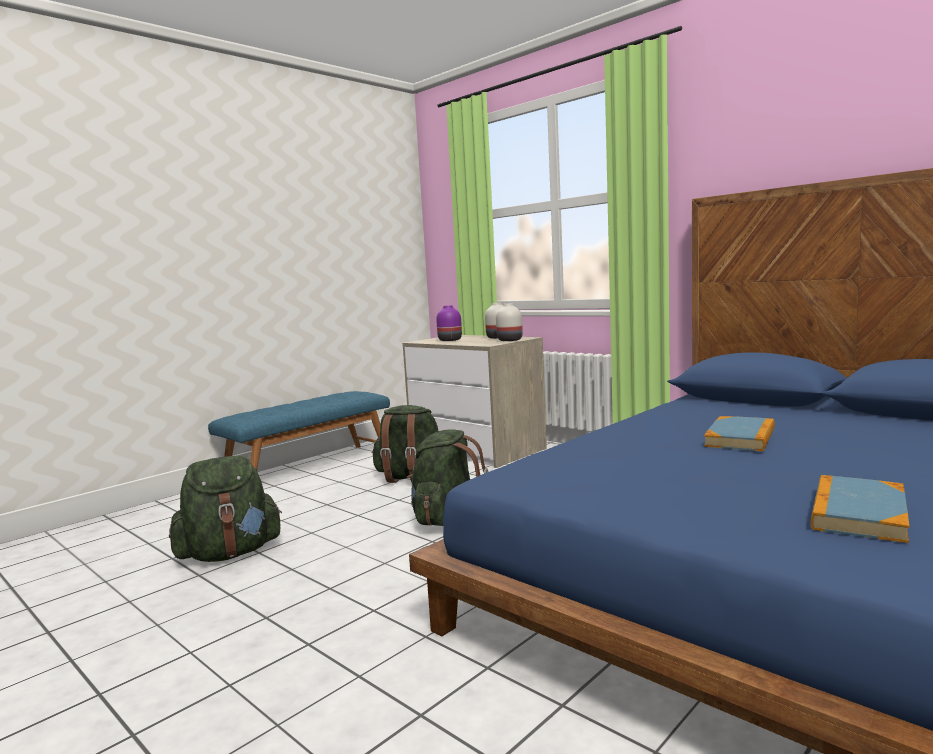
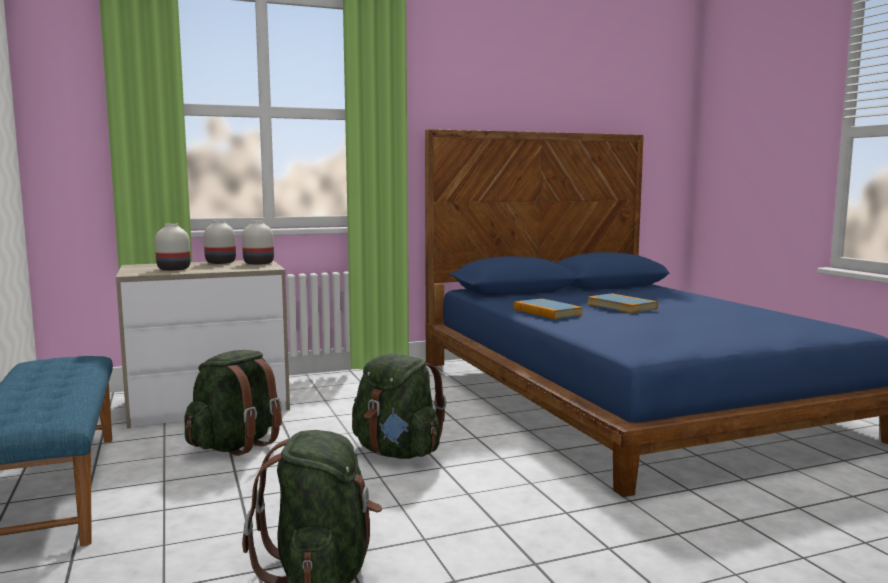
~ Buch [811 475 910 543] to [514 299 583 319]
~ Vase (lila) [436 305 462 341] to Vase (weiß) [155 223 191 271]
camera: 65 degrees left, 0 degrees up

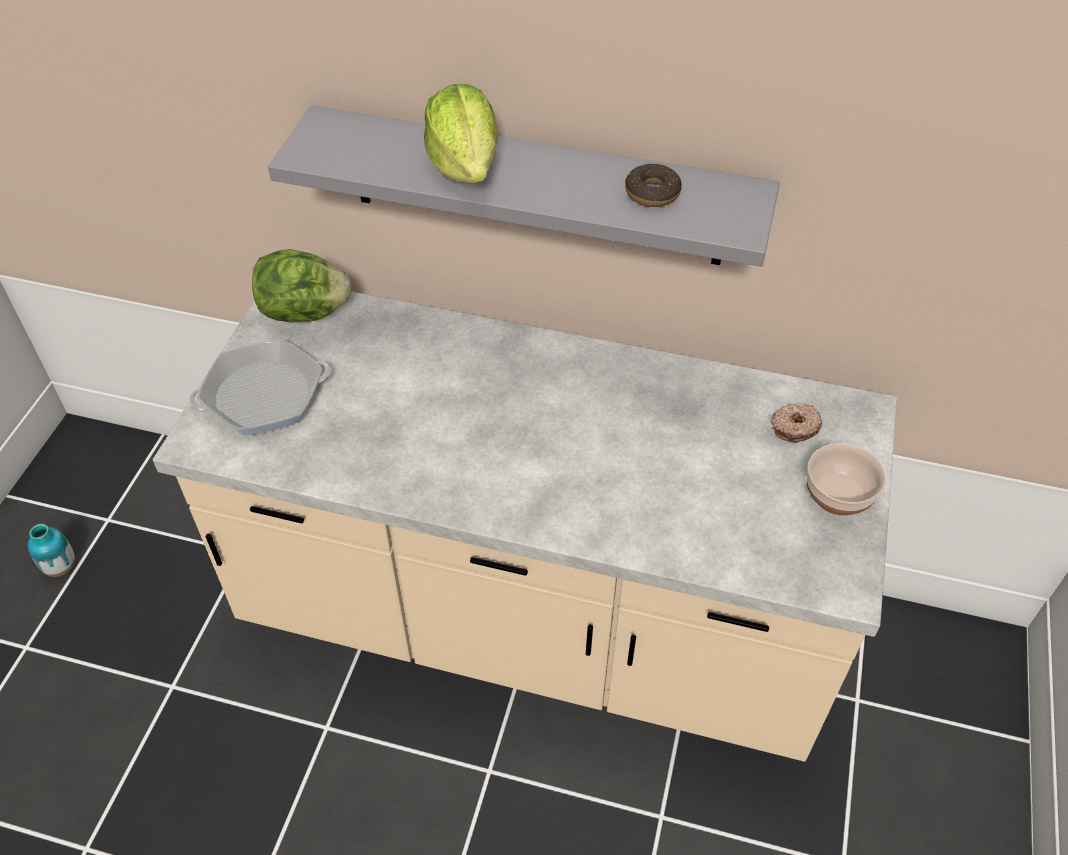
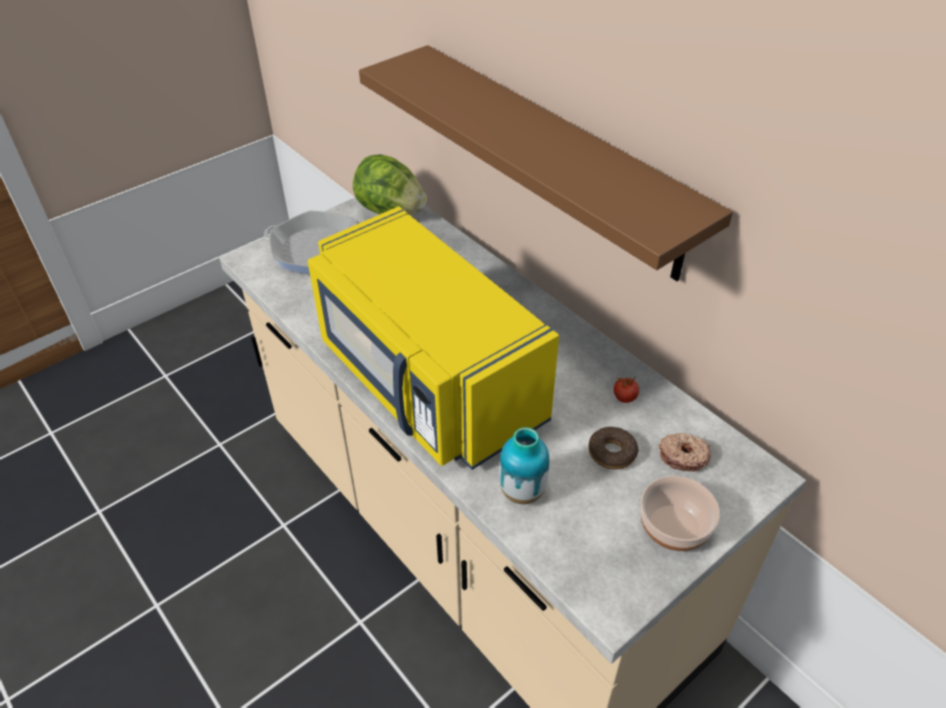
- Salatkopf [424 84 498 184]
+ Mikrowelle (gelb) [308 206 559 470]
+ Tomate [614 377 639 403]
~ Vase [28 524 75 577] to [499 427 549 504]
~ Donut [625 164 682 207] to [588 427 638 469]
~ Wandregal (grau) [268 105 780 267] to Wandregal (braun) [359 45 733 281]
camera: 35 degrees right, 5 degrees down

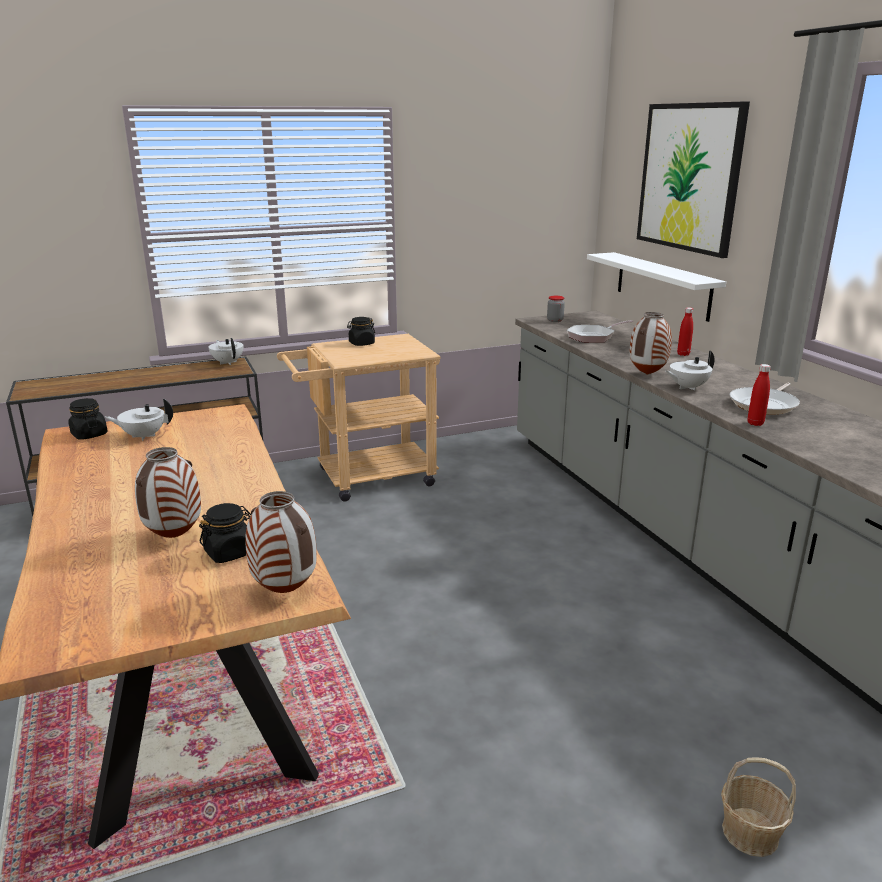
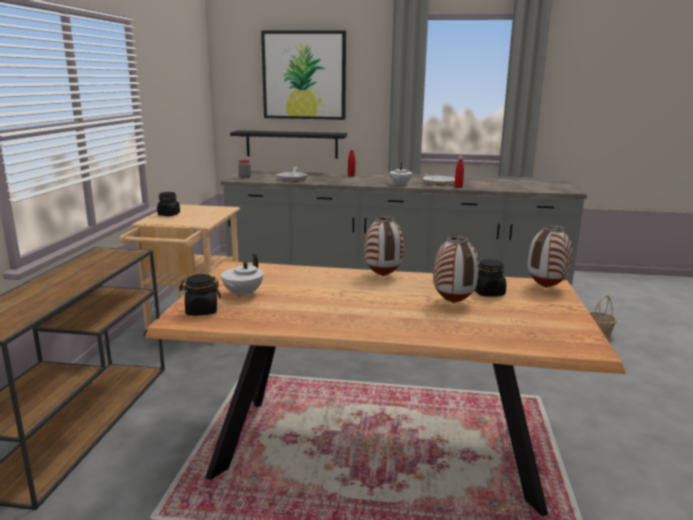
- Teekanne (weiß) [208 338 243 365]
~ Vase [630 312 672 375] to [364 216 404 276]
~ Wandregal (weiß) [587 252 726 322] to Wandregal (schwarz) [230 130 347 159]
camera: 60 degrees left, 5 degrees down

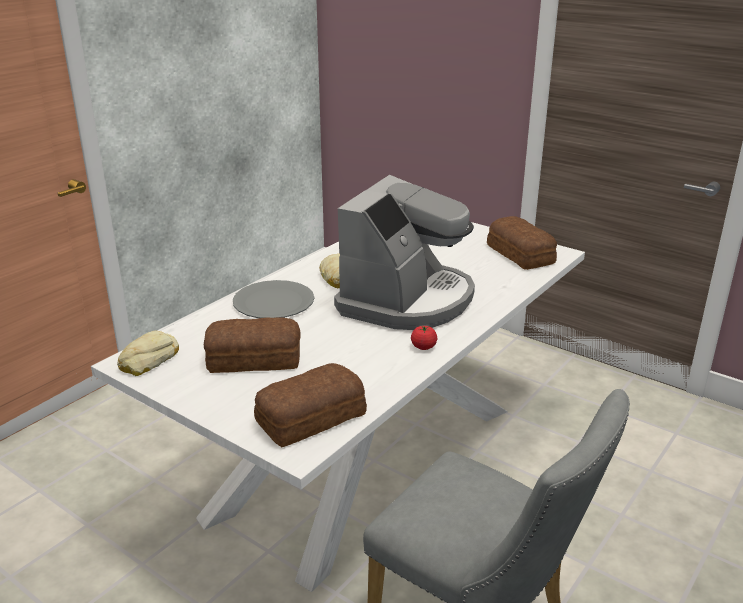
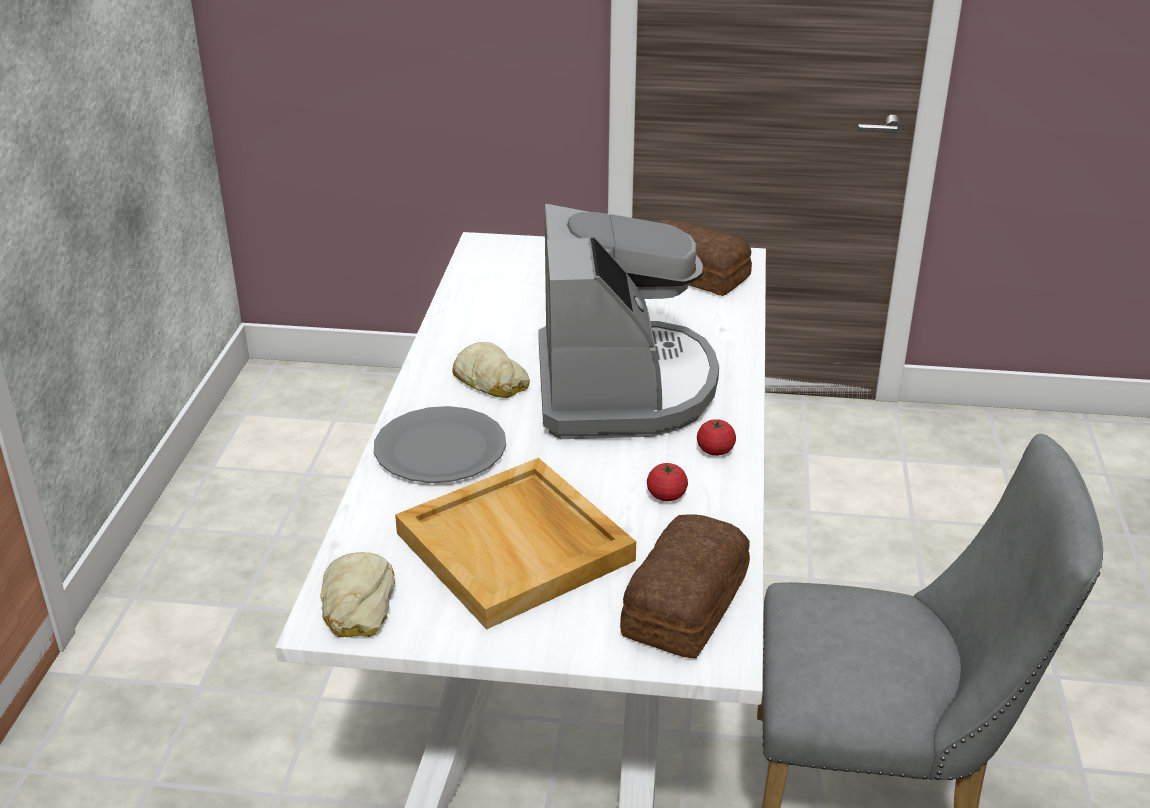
+ Tomate [647 463 688 501]
~ Brot [204 318 301 373] to Tablett (beige) [395 458 636 630]
camera: 30 degrees left, 5 degrees up

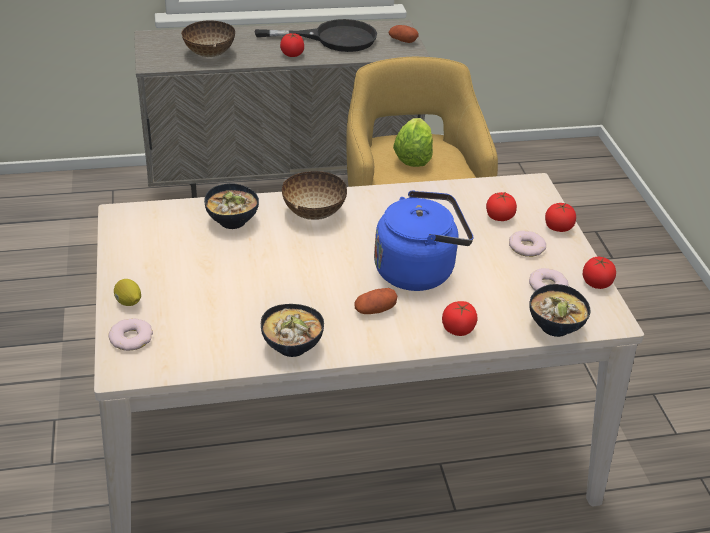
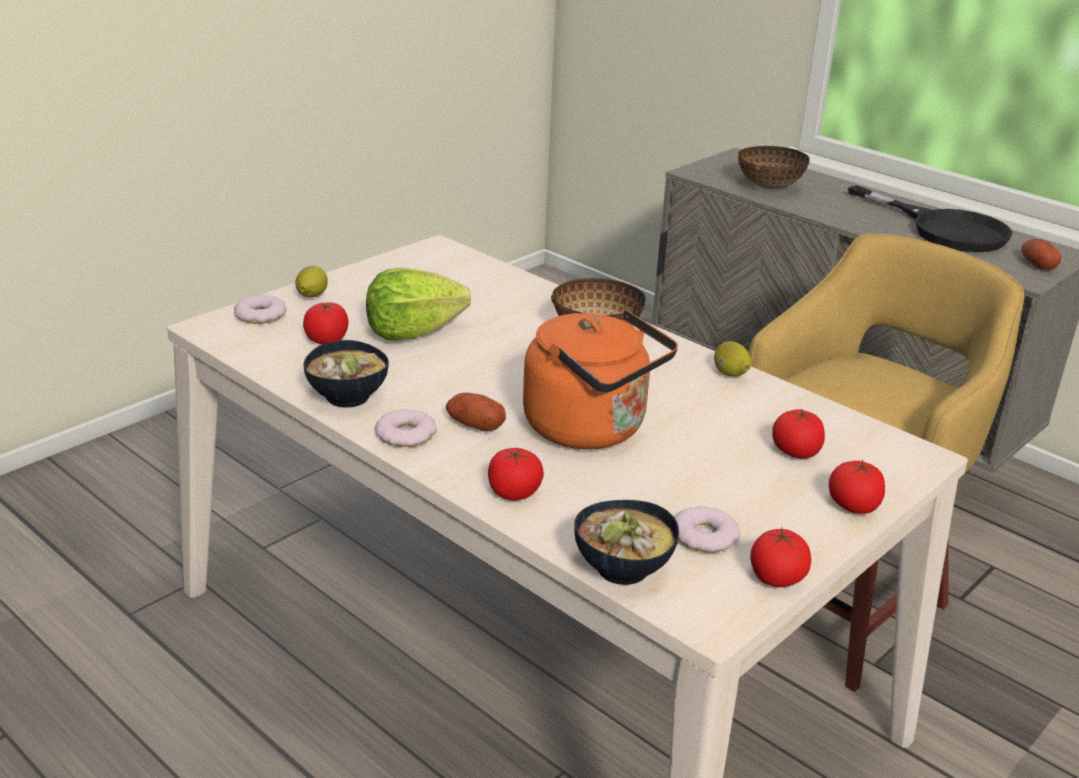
- Schüssel [204 183 259 229]
+ Zitrone [714 341 751 376]
~ Tomate [280 33 304 57] to [303 302 349 344]
~ Salatkopf [393 118 433 167] to [366 268 471 341]
~ Donut [509 231 546 257] to [375 409 437 447]
~ Wasserkessel (blau) [374 190 473 291] to Wasserkessel (orange) [523 310 678 449]
camera: 55 degrees right, 10 degrees down

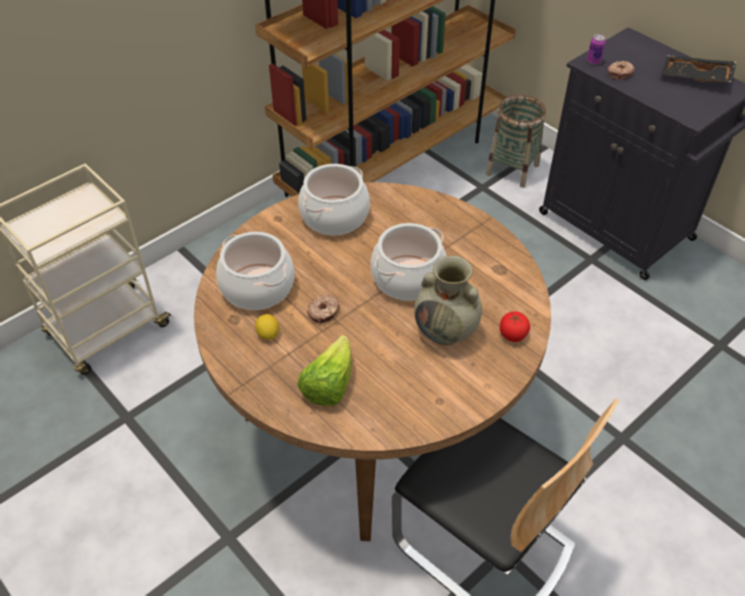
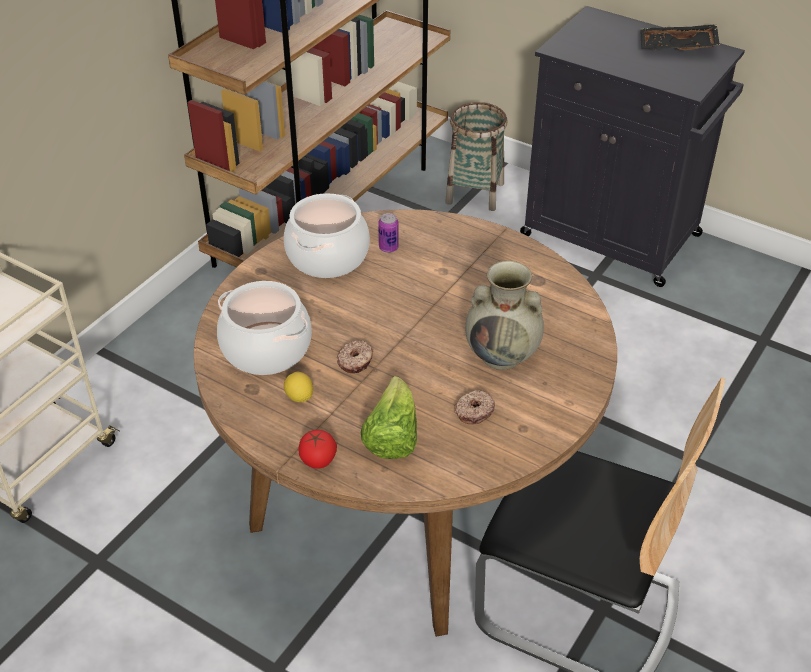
- Kochtopf [371 223 446 301]
~ Tomate [500 311 530 342] to [298 430 337 469]
~ Dose [587 34 606 65] to [378 213 399 253]
~ Donut [608 61 635 79] to [454 390 495 424]
camera: 15 degrees left, 5 degrees down

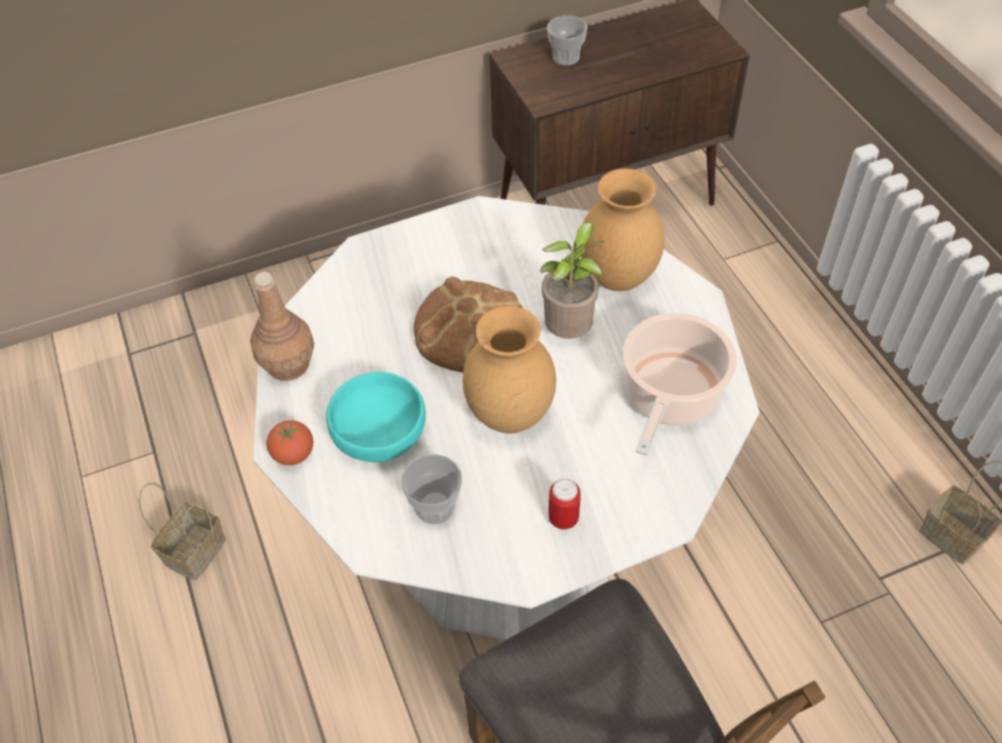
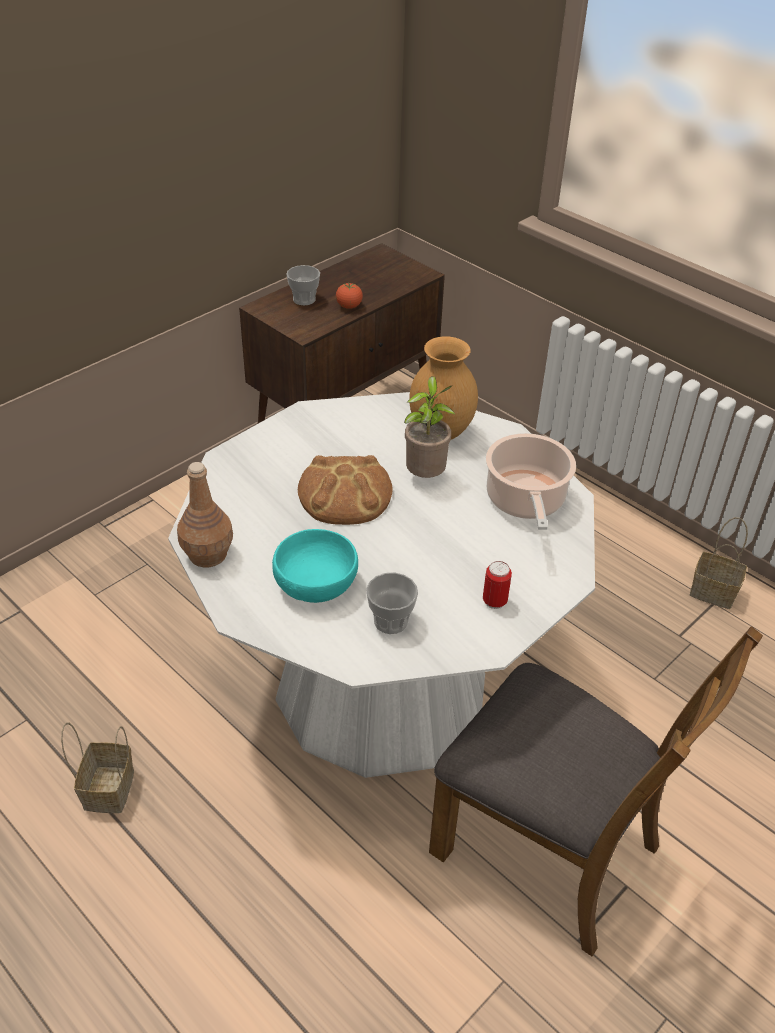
- Vase (braun) [462 306 556 433]
~ Tomate [267 420 313 465] to [336 282 363 309]
camera: 25 degrees left, 10 degrees down

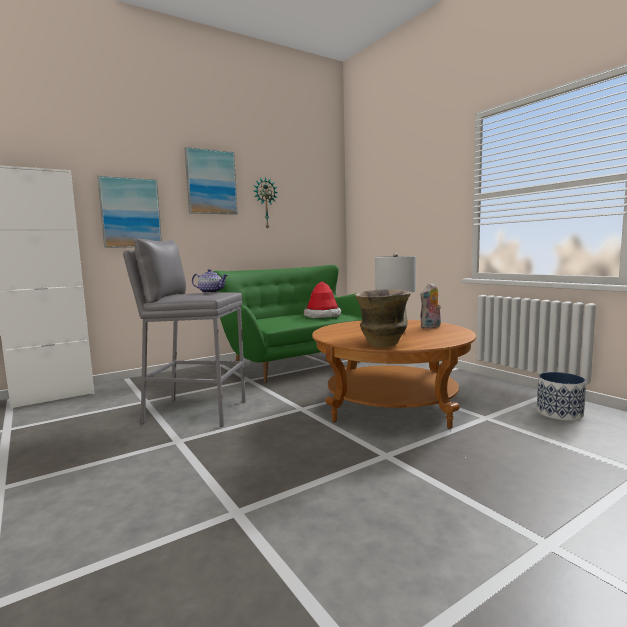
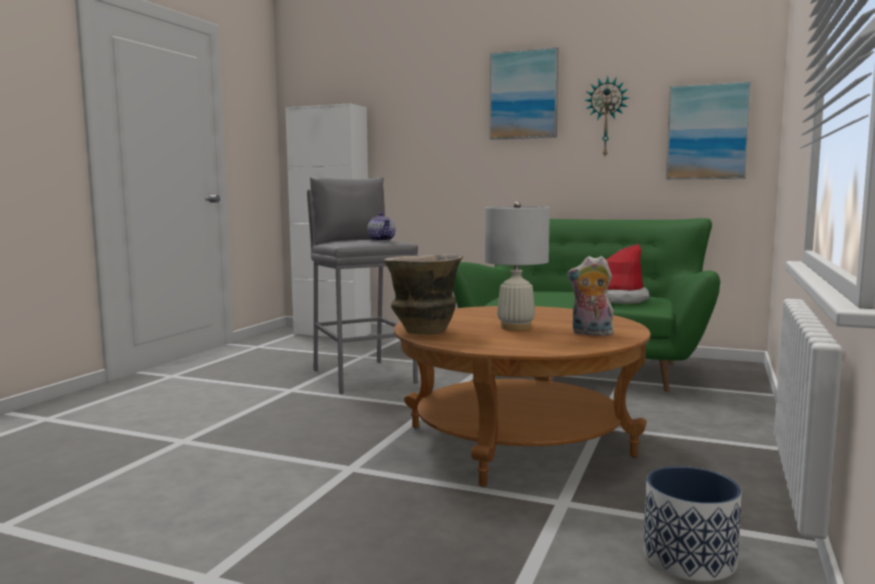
~ Bild [97 175 162 248] to [666 81 751 180]
camera: 55 degrees right, 0 degrees up

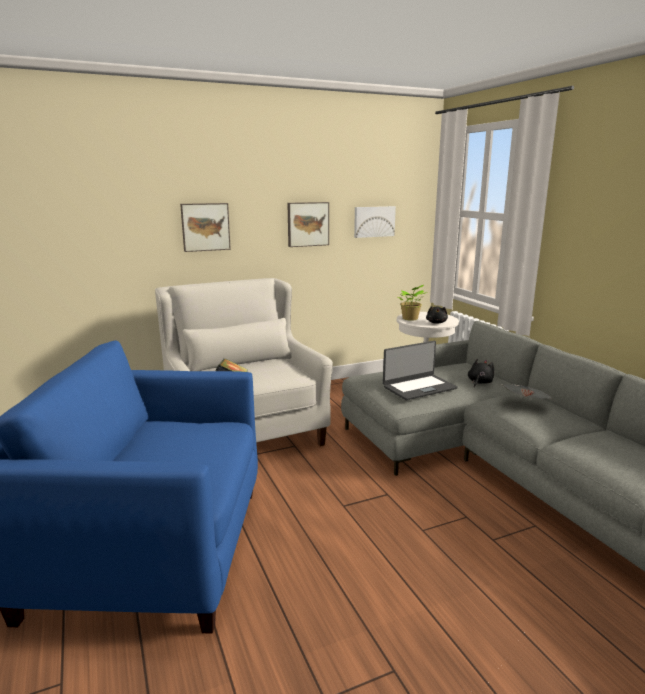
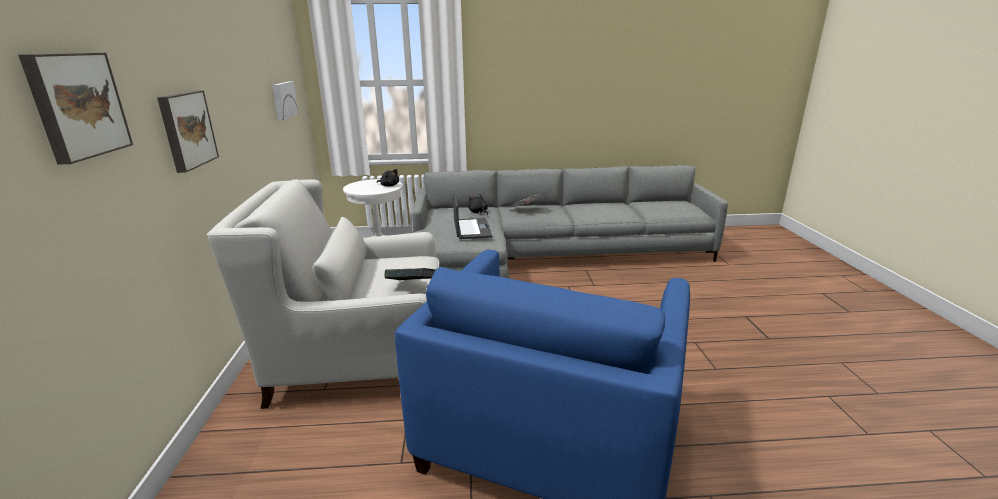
- Topfpflanze [398 285 428 321]
~ Bild [287 202 329 247] to [18 53 133 164]
camera: 70 degrees left, 5 degrees up

